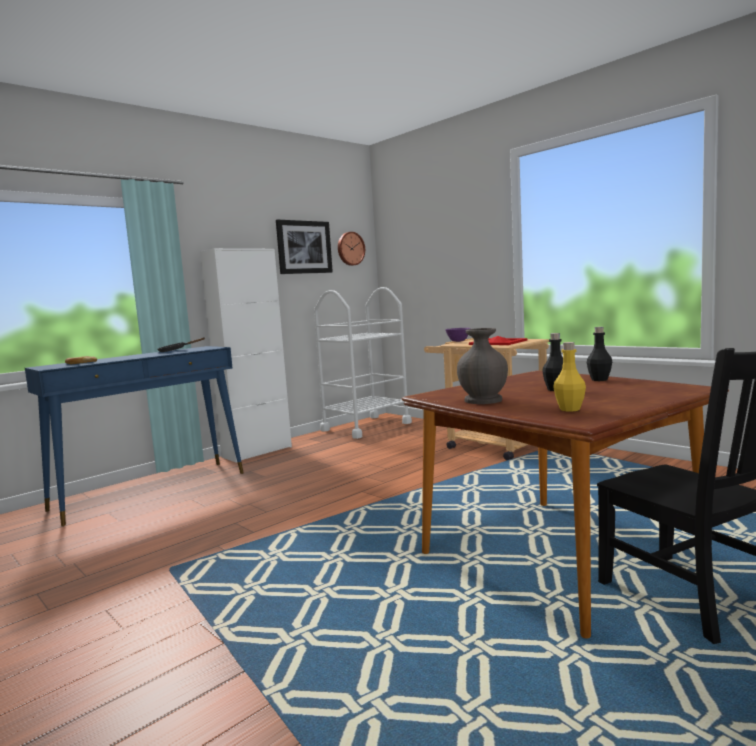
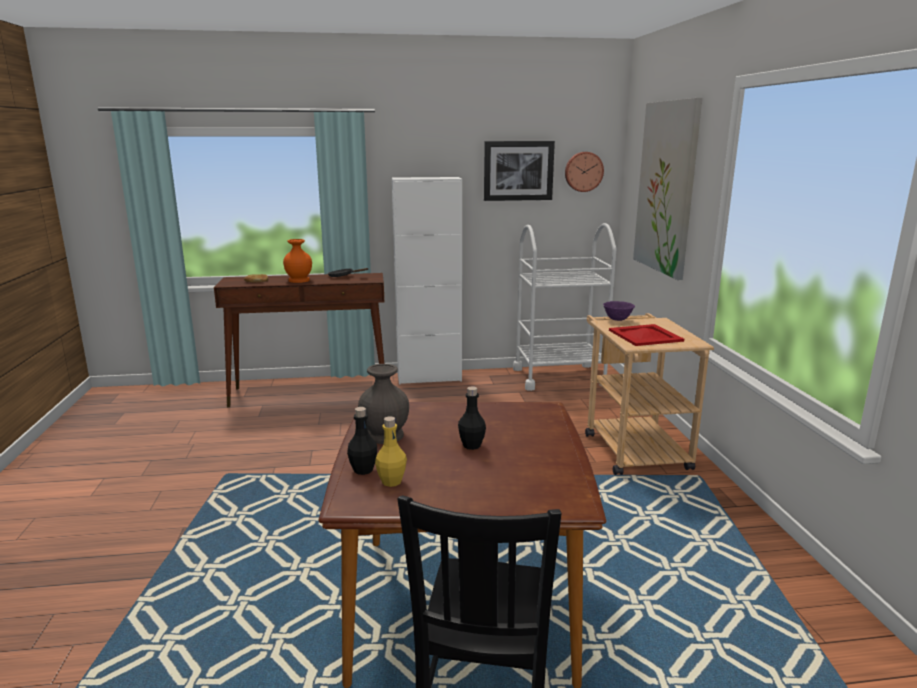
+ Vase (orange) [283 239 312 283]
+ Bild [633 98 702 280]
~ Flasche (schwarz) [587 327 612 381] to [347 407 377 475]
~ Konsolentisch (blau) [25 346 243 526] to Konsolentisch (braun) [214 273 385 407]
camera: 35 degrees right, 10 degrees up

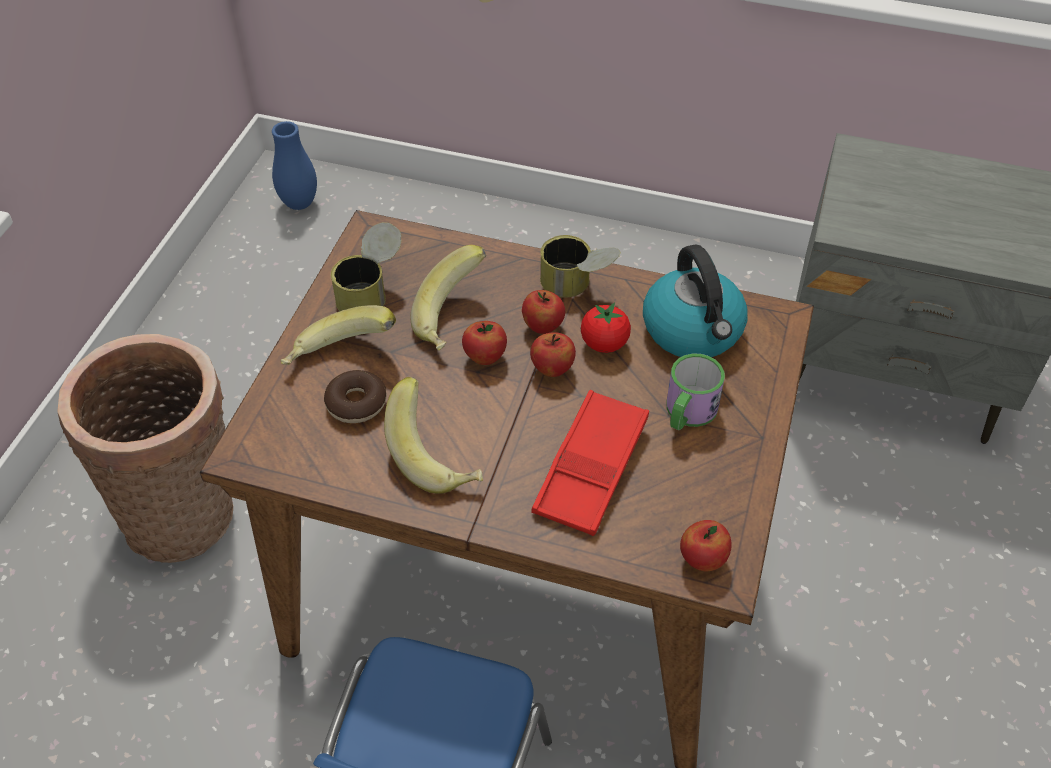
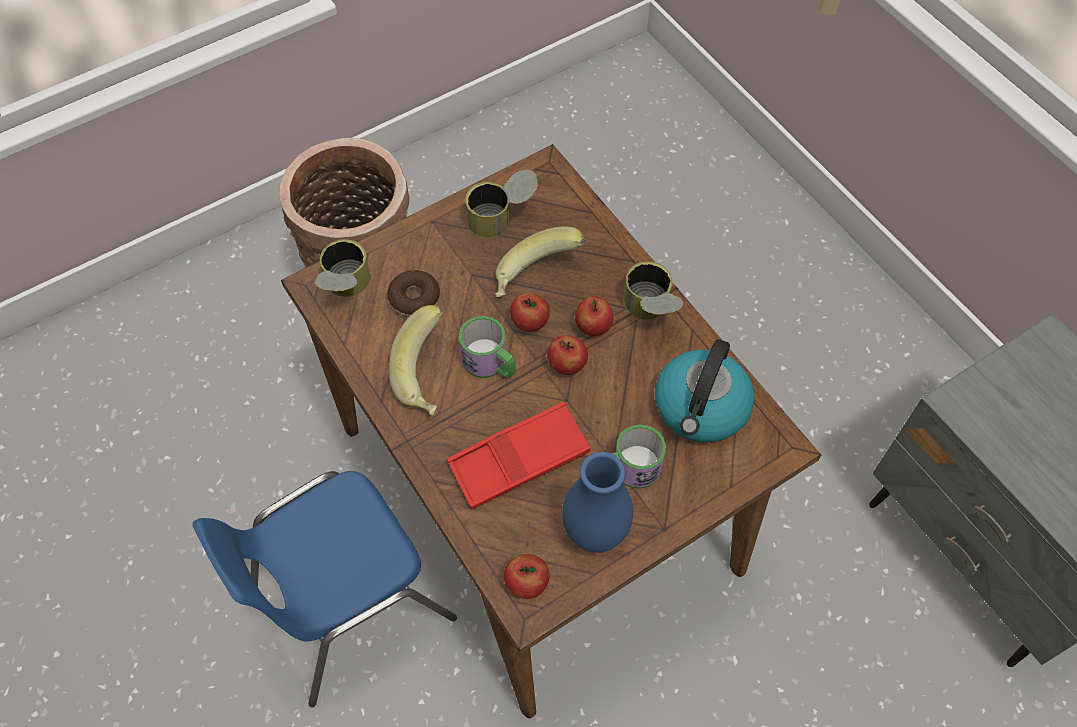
- Banane [280 305 396 365]
- Tomate [581 303 631 353]
+ Dose [315 239 371 297]
+ Henkelbecher [459 316 516 378]
~ Vase (blau) [272 121 317 210] to [562 452 633 553]
camera: 40 degrees right, 10 degrees up

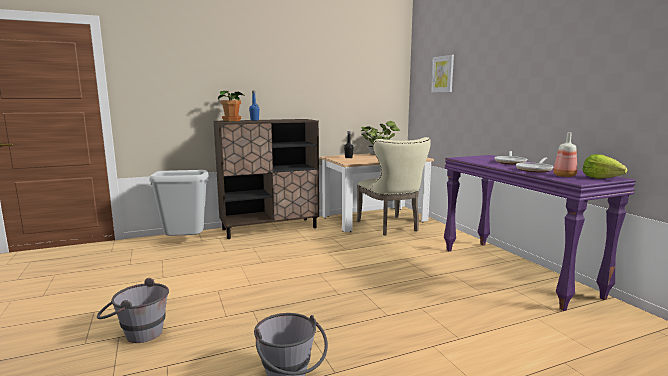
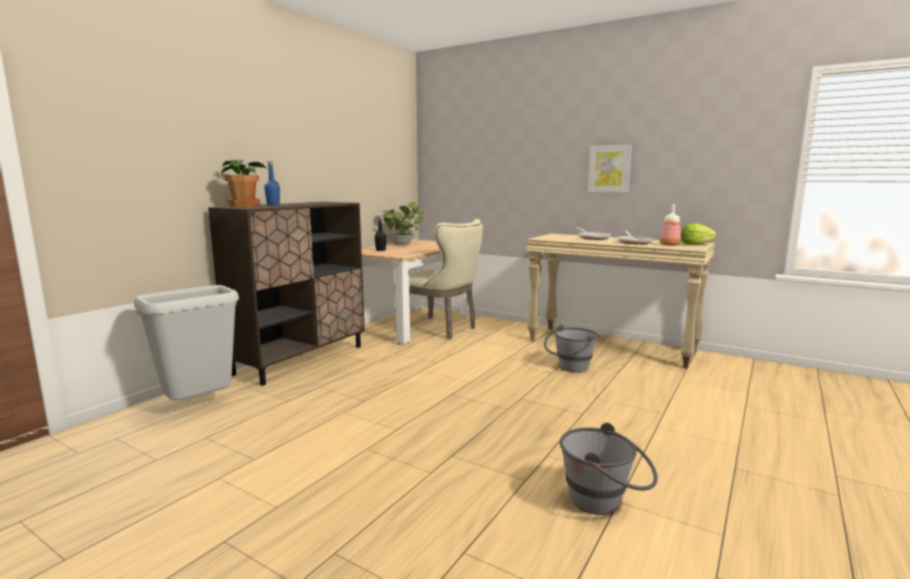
~ Eimer (grau) [97 278 169 343] to [544 324 598 373]
~ Bild [431 55 454 93] to [588 144 632 193]
~ Konsolentisch (lila) [444 155 636 311] to Konsolentisch (beige) [526 234 715 369]
camera: 35 degrees left, 0 degrees up

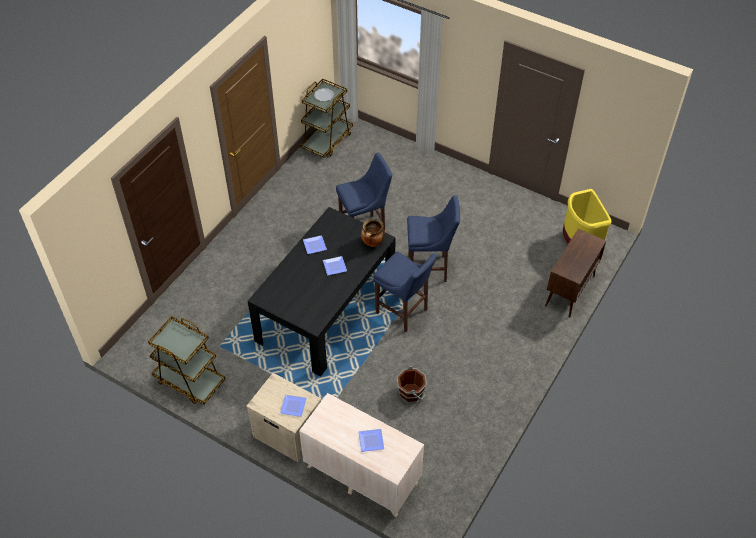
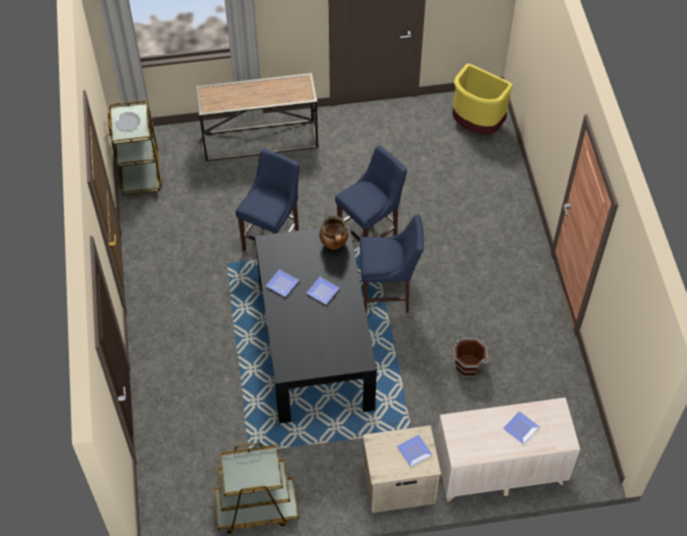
- Schrank (braun) [545 229 606 317]
+ Konsolentisch [196 73 318 161]
camera: 40 degrees left, 5 degrees up

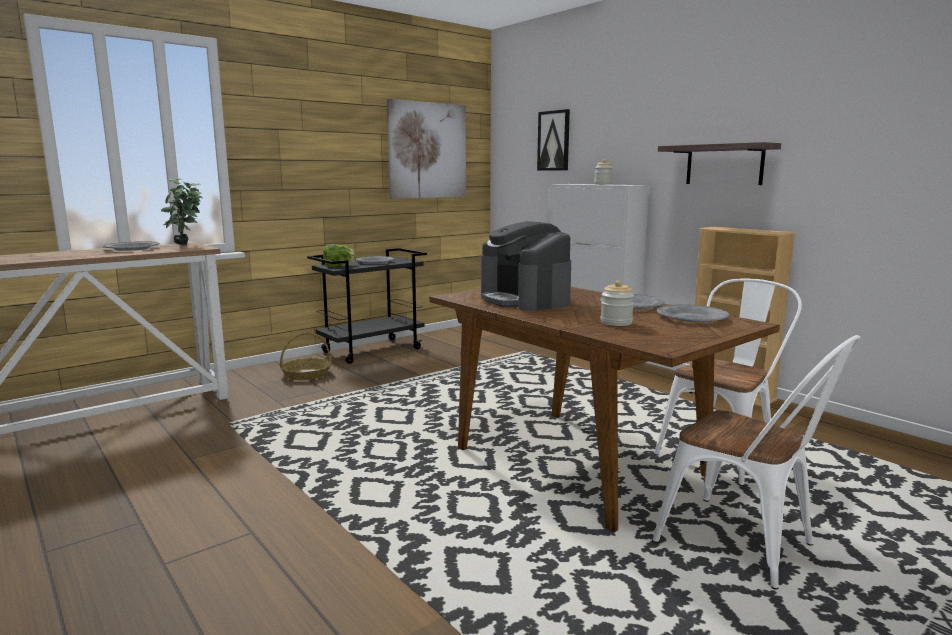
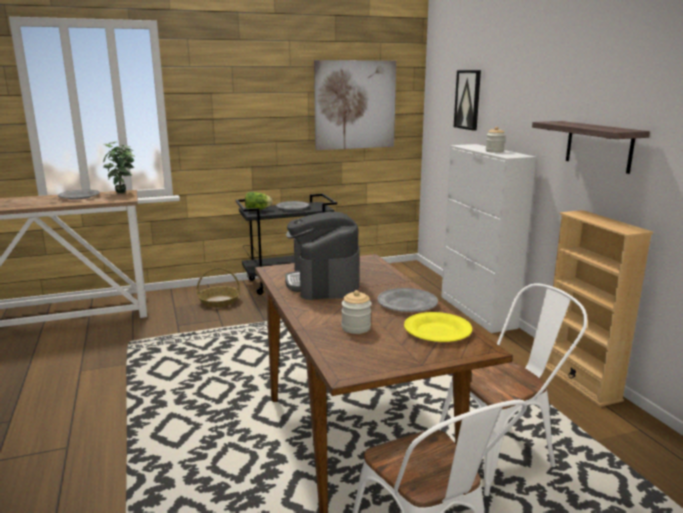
~ Teller (grau) [657 304 729 323] to Teller (gelb) [404 312 472 342]
camera: 20 degrees right, 5 degrees up

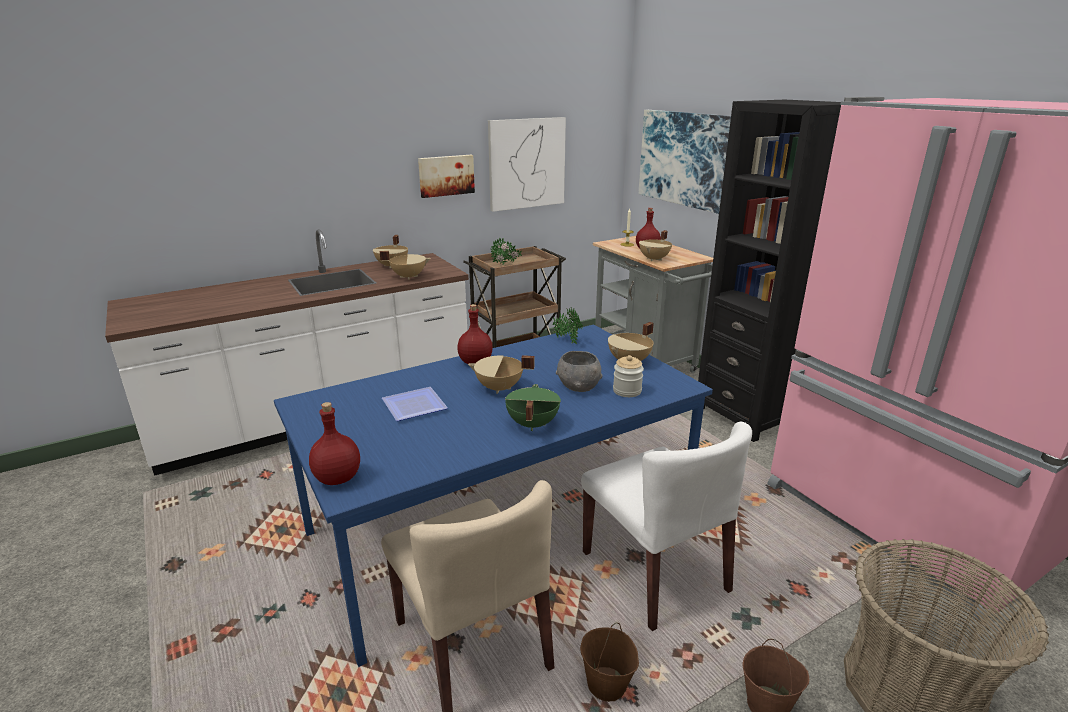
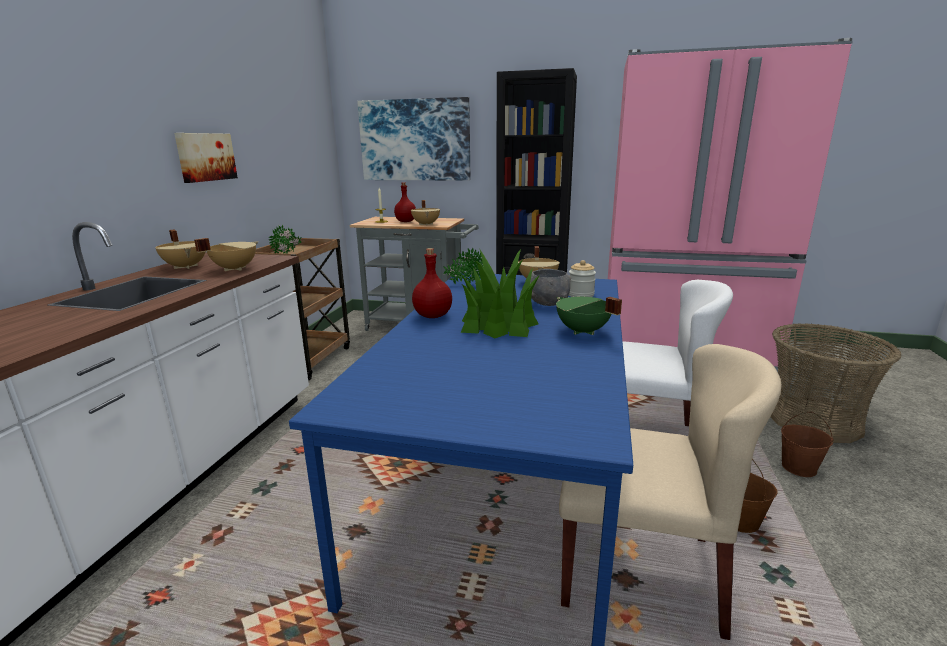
- Flasche (rot) [309 402 360 485]
- Teller [382 387 448 421]
- Bild [488 117 566 212]
~ Kochtopf (beige) [468 355 534 394] to Topfpflanze [461 249 539 338]
camera: 45 degrees left, 5 degrees down

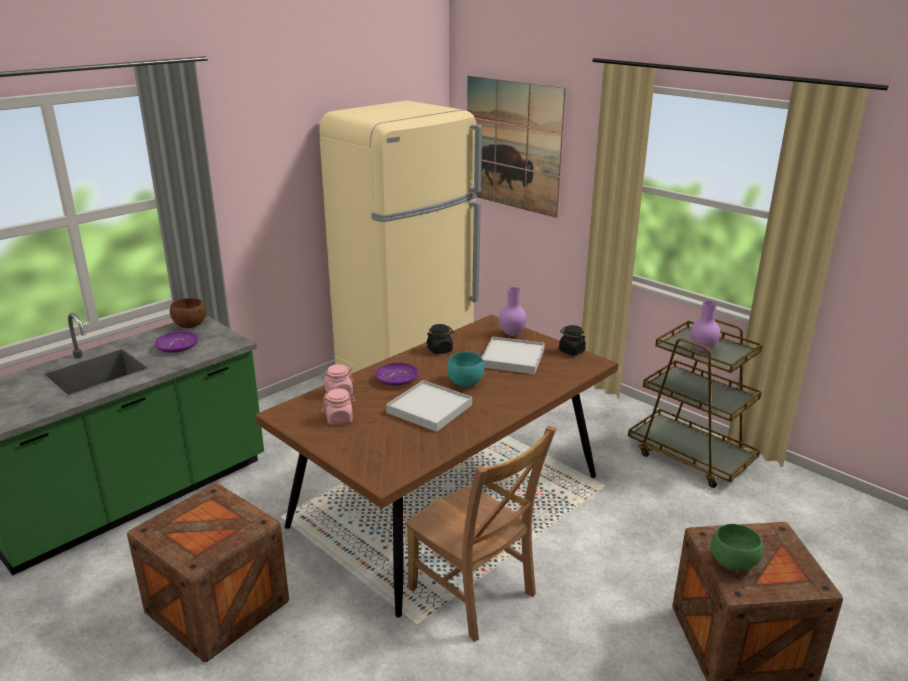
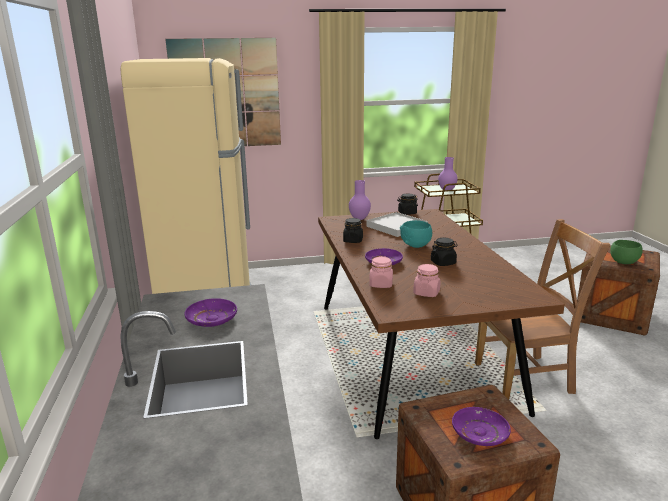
- Schüssel (braun) [170 298 207 328]
+ Teller (lila) [452 407 511 446]
~ Tablett (weiß) [386 380 472 432] to Vorratsglas (schwarz) [431 238 457 266]
camera: 55 degrees left, 5 degrees down

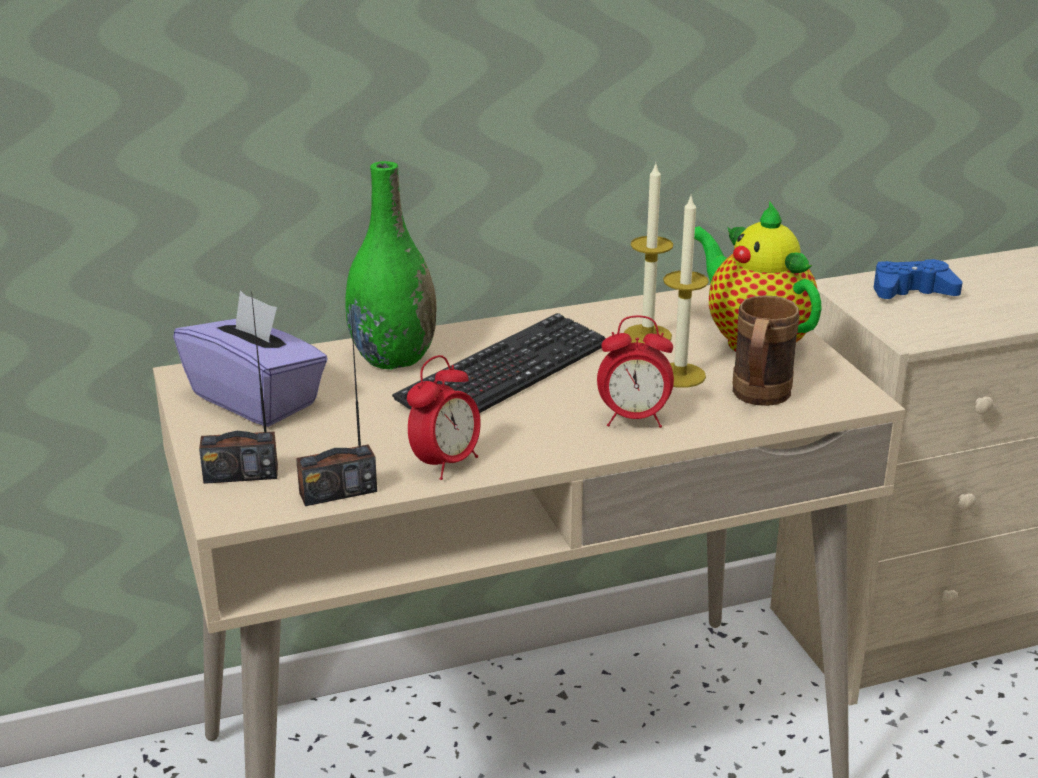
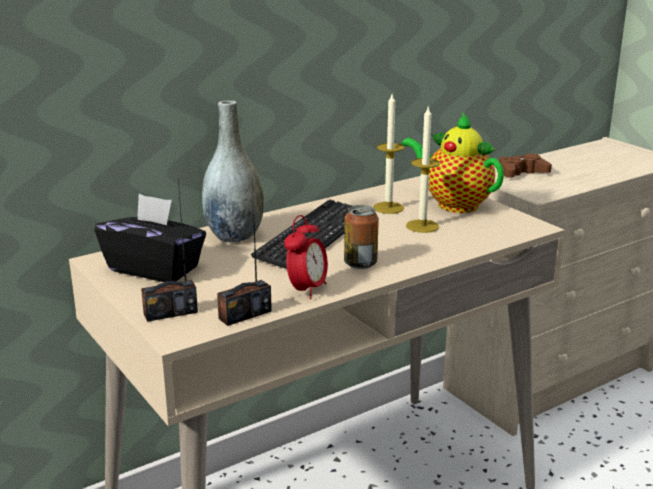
- Wecker [597 315 674 428]
- Henkelbecher (braun) [733 296 800 406]
+ Dose [344 205 379 269]
~ Taschentuchbox (lila) [173 291 328 427] to Taschentuchbox (schwarz) [94 194 206 282]
~ Vase (grün) [345 161 437 370] to Vase (grau) [202 101 264 243]
~ Gamepad (blau) [874 259 963 299] to Gamepad (braun) [499 154 552 178]
camera: 15 degrees left, 5 degrees down

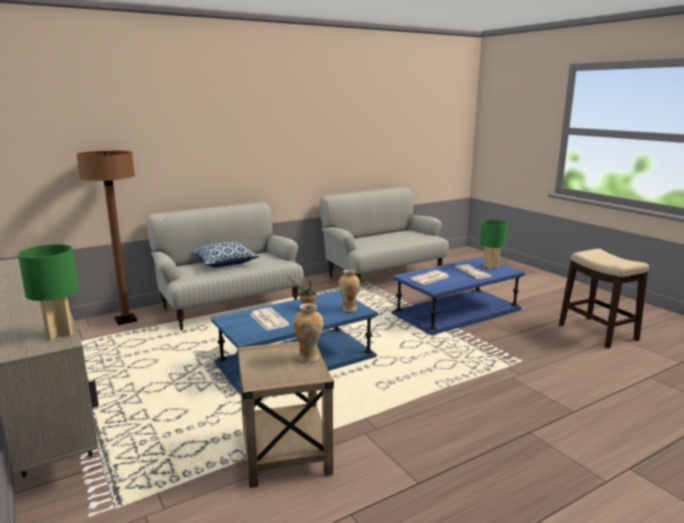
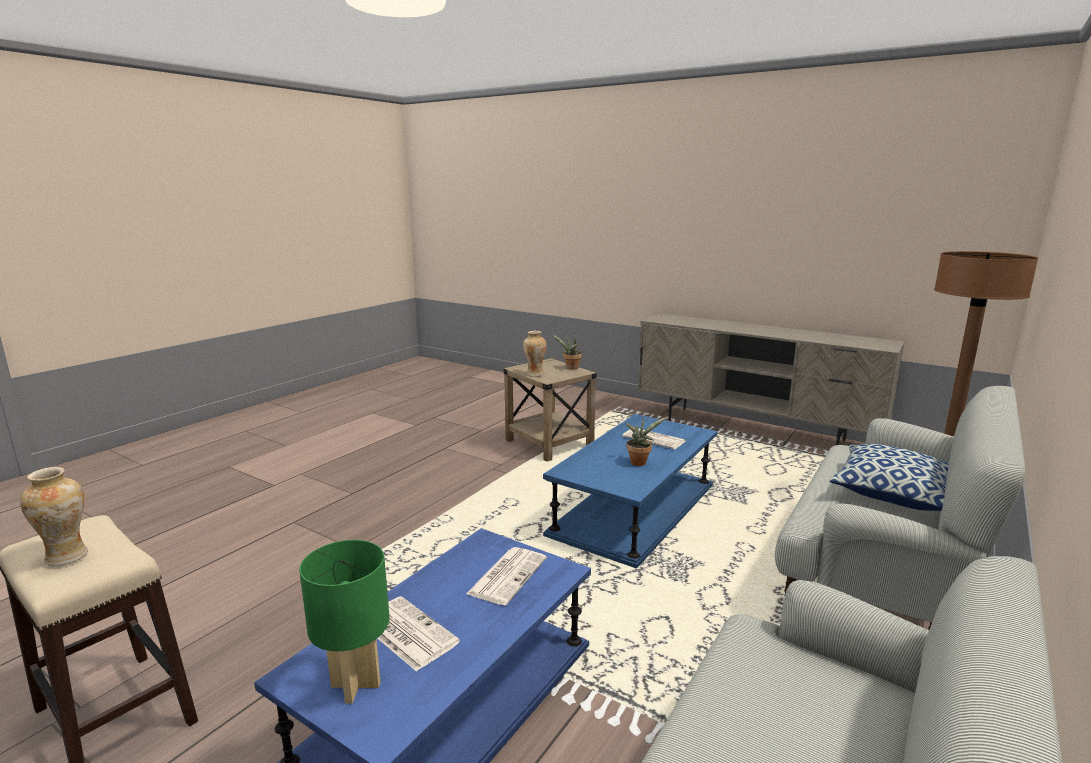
- Tischlampe (grün) [18 244 79 340]
+ Topfpflanze [551 334 582 370]
~ Vase [339 270 360 312] to [20 467 88 566]
camera: 155 degrees right, 0 degrees up

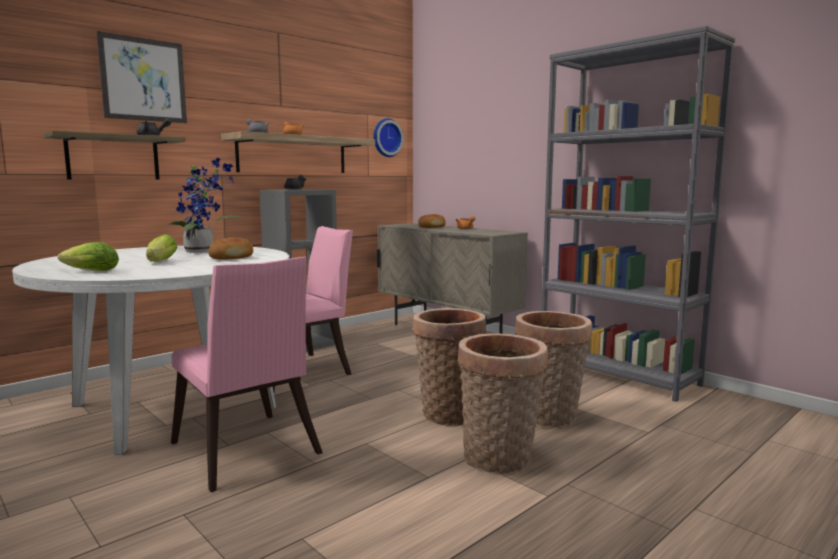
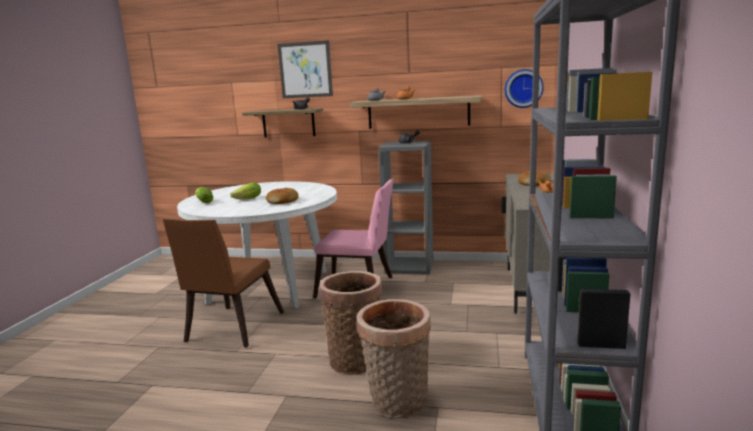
- Topfpflanze [167 158 242 253]
- Korb [458 333 548 474]
~ Stuhl (rosa) [171 257 323 492] to Stuhl (braun) [163 218 284 348]
camera: 55 degrees right, 5 degrees up

